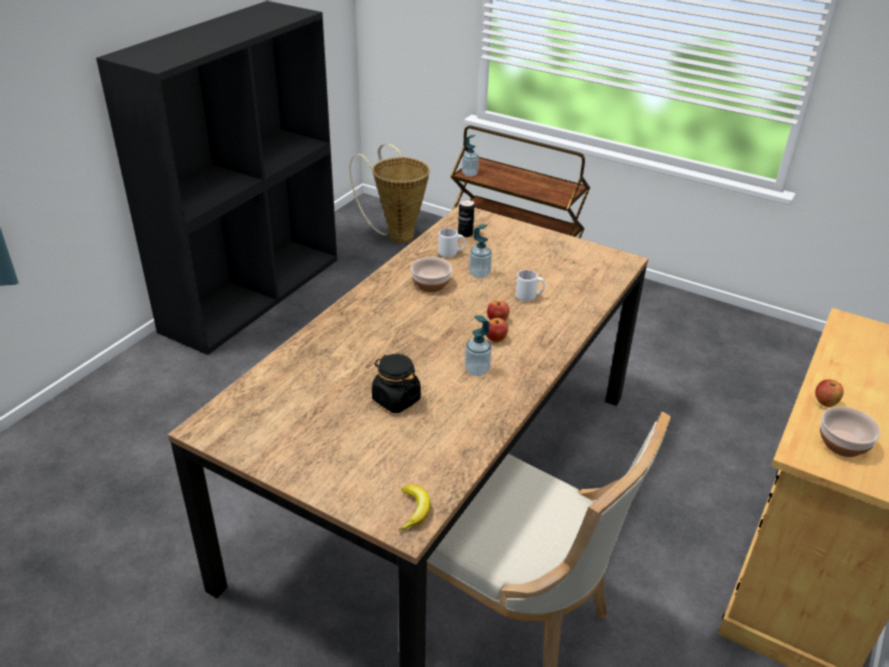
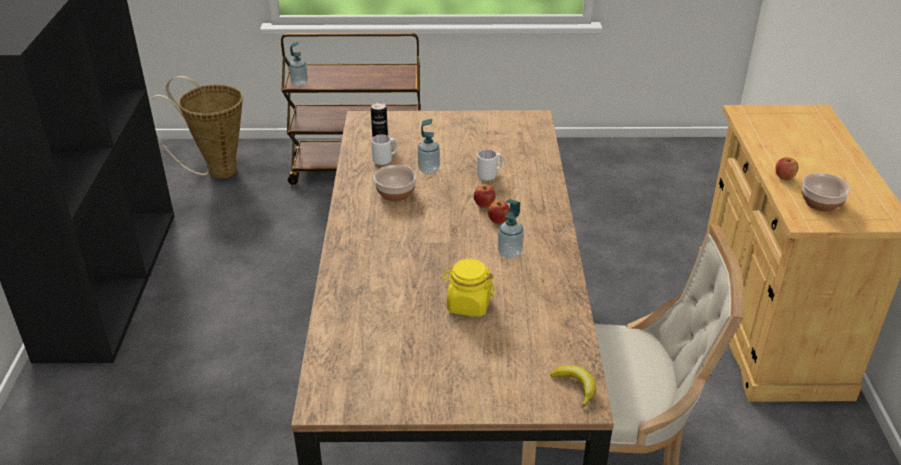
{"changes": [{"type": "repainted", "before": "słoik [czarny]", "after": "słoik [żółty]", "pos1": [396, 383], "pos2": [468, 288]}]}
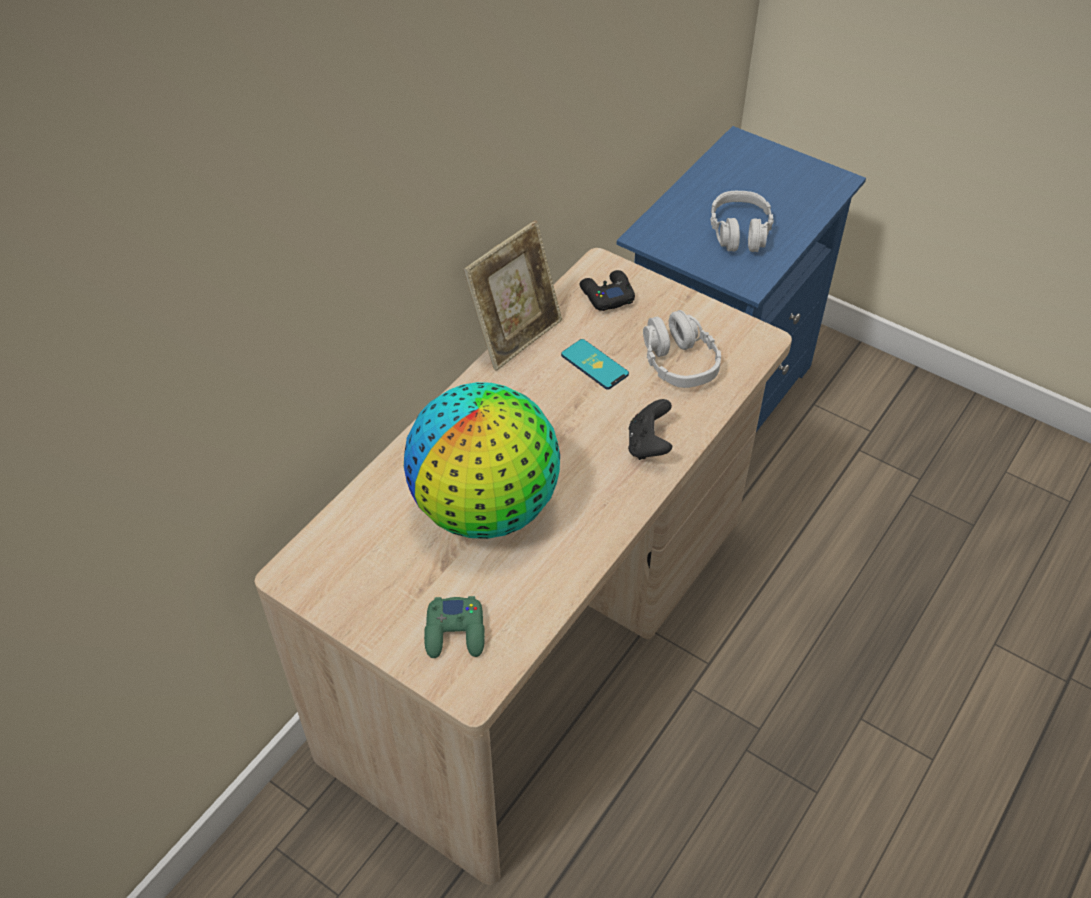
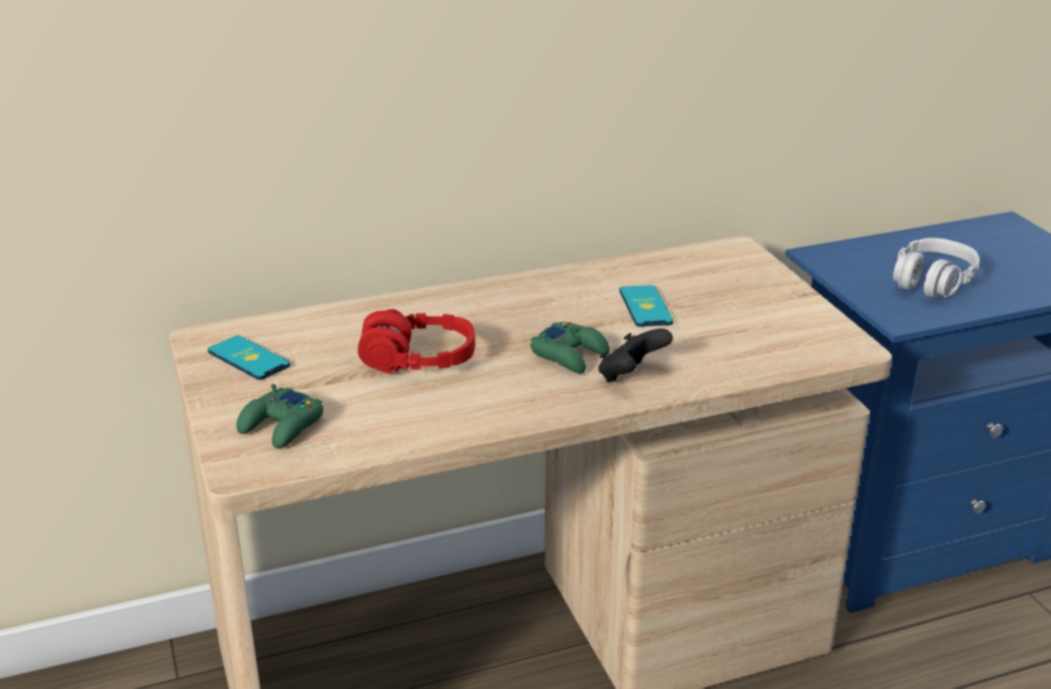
{"changes": [{"type": "swapped", "before": "globus", "after": "słuchawki [czerwony]", "pos1": [482, 460], "pos2": [416, 341]}, {"type": "gone", "before": "ramka na zdjęcie", "pos1": [513, 295]}, {"type": "gone", "before": "pad do gier [czarny]", "pos1": [607, 290]}, {"type": "gone", "before": "słuchawki [szary]", "pos1": [682, 349]}, {"type": "new", "after": "telefon", "pos2": [249, 358]}, {"type": "new", "after": "pad do gier [zielony]", "pos2": [570, 347]}]}
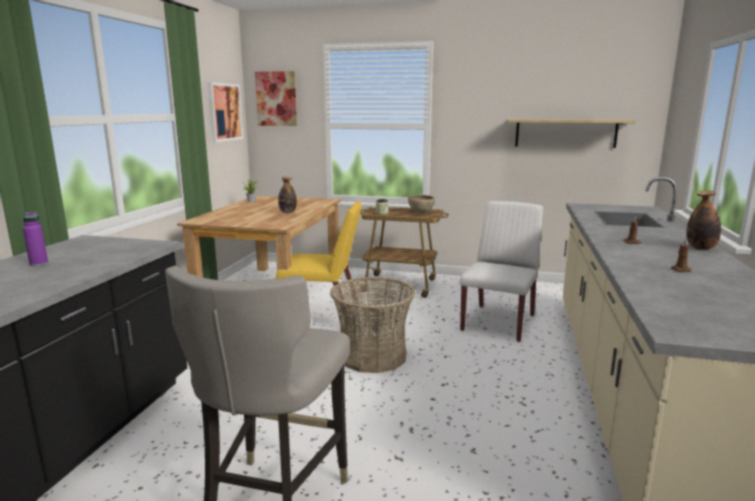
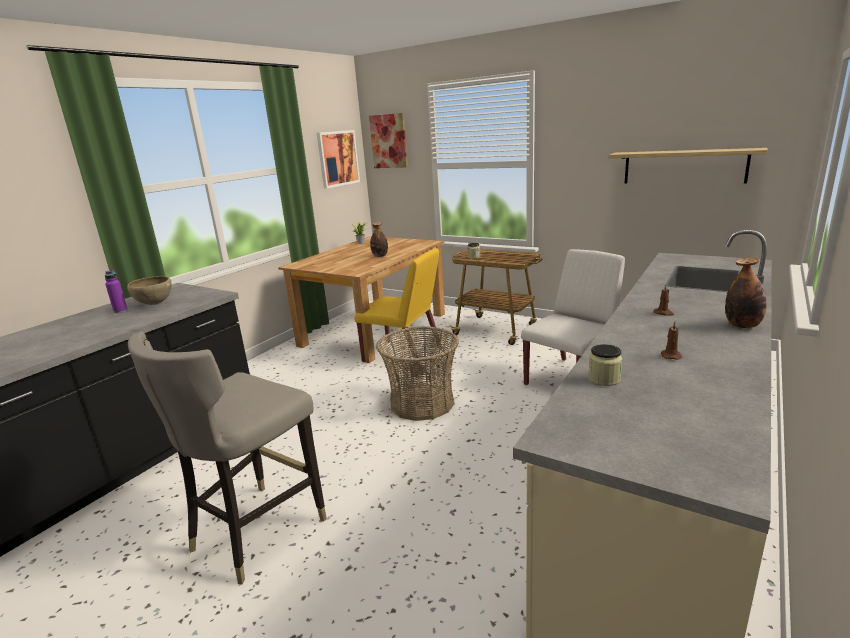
{"changes": [{"type": "shifted", "before": "miska [brązowy]", "pos1": [421, 204], "pos2": [149, 290]}, {"type": "new", "after": "słoik", "pos2": [605, 365]}]}
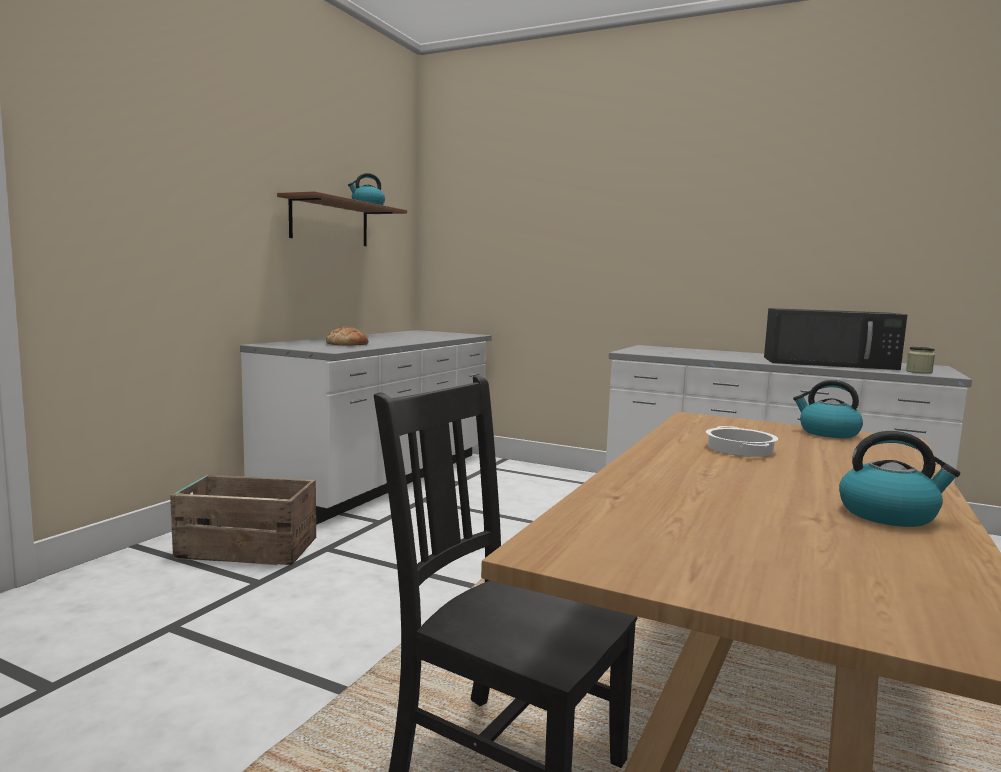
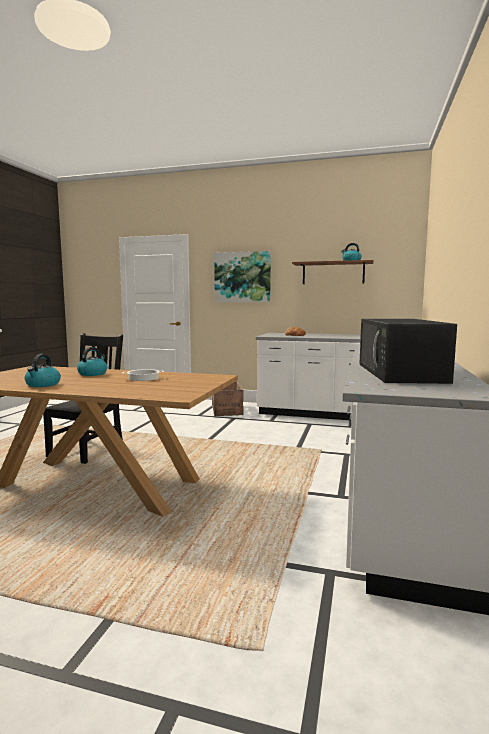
{"changes": [{"type": "shifted", "before": "czajnik", "pos1": [828, 409], "pos2": [92, 361]}, {"type": "gone", "before": "słoik", "pos1": [920, 360]}, {"type": "new", "after": "obraz", "pos2": [242, 276]}]}
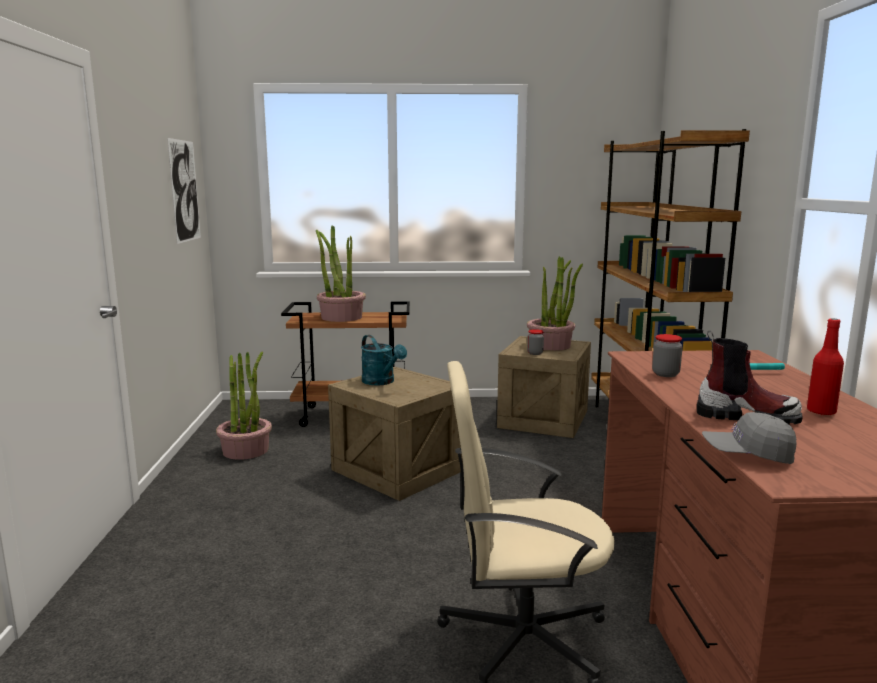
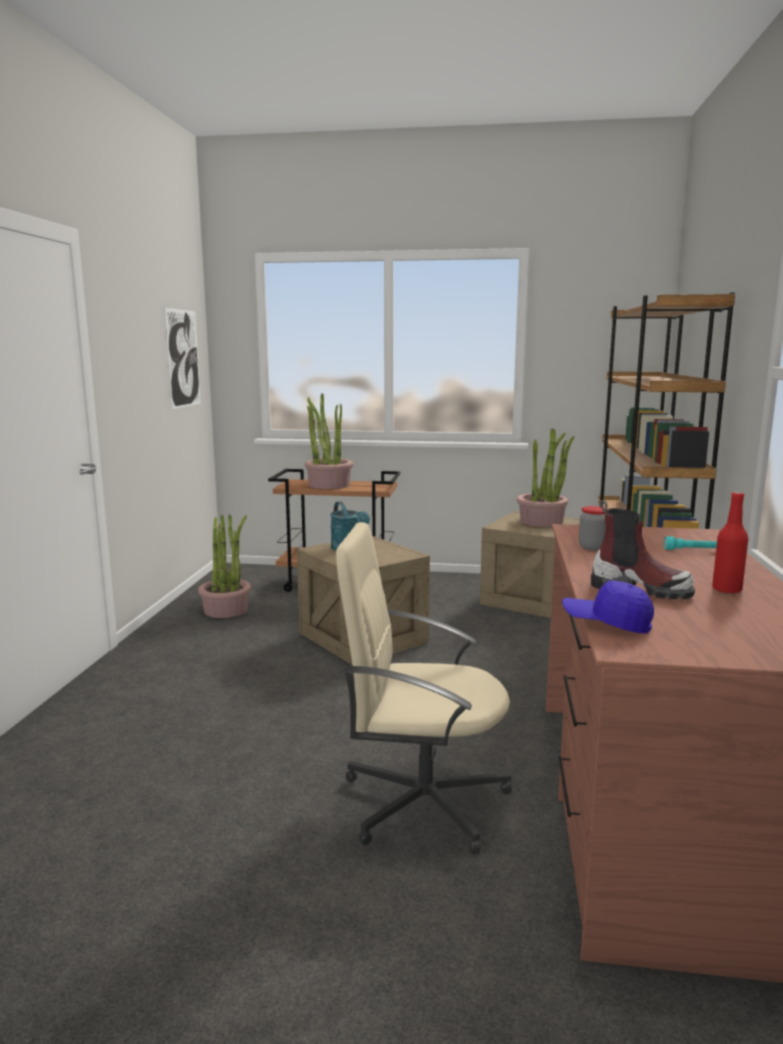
{"changes": [{"type": "gone", "before": "słoik", "pos1": [535, 342]}, {"type": "repainted", "before": "czapka z daszkiem [szary]", "after": "czapka z daszkiem [niebieski]", "pos1": [749, 438], "pos2": [608, 607]}]}
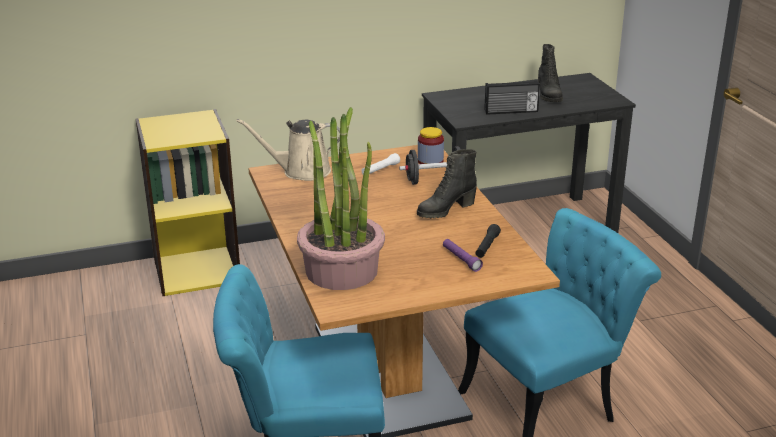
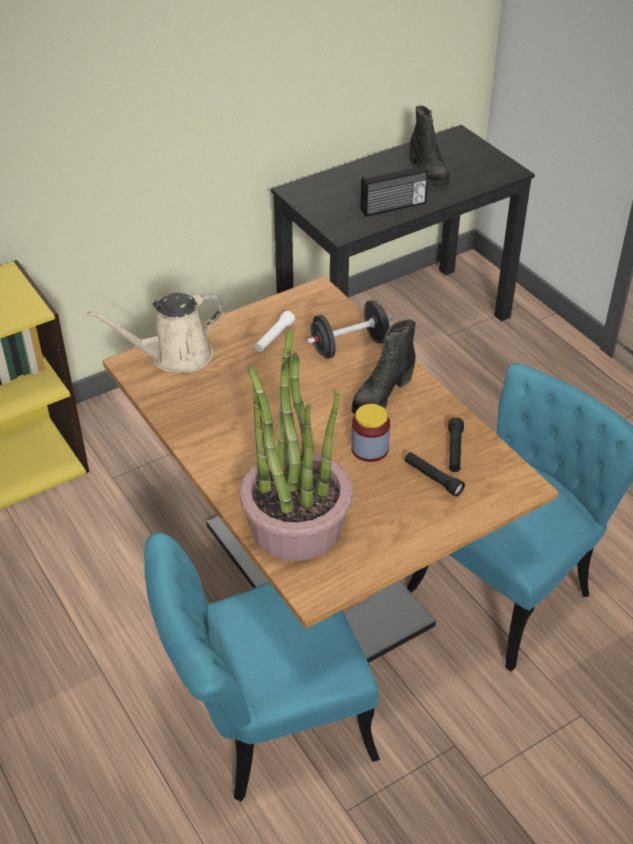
{"changes": [{"type": "shifted", "before": "słoik", "pos1": [431, 145], "pos2": [370, 433]}, {"type": "repainted", "before": "latarka [fioletowy]", "after": "latarka [czarny]", "pos1": [463, 255], "pos2": [435, 474]}]}
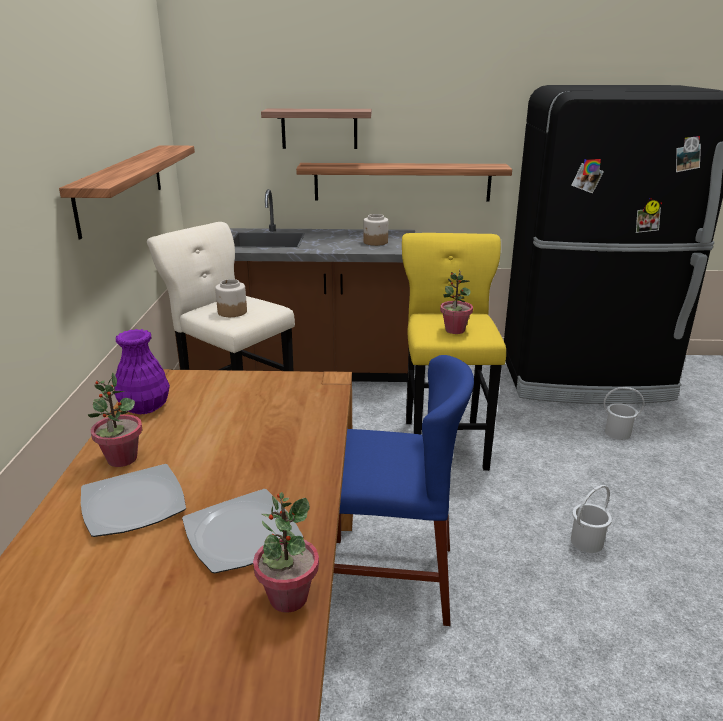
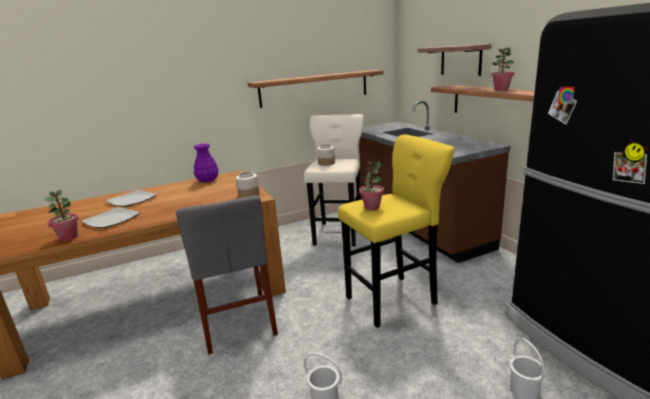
{"changes": [{"type": "shifted", "before": "roślina doniczkowa", "pos1": [115, 419], "pos2": [502, 69]}, {"type": "repainted", "before": "krzesło [niebieski]", "after": "krzesło [szary]", "pos1": [404, 490], "pos2": [227, 275]}, {"type": "shifted", "before": "słoik", "pos1": [375, 230], "pos2": [248, 184]}]}
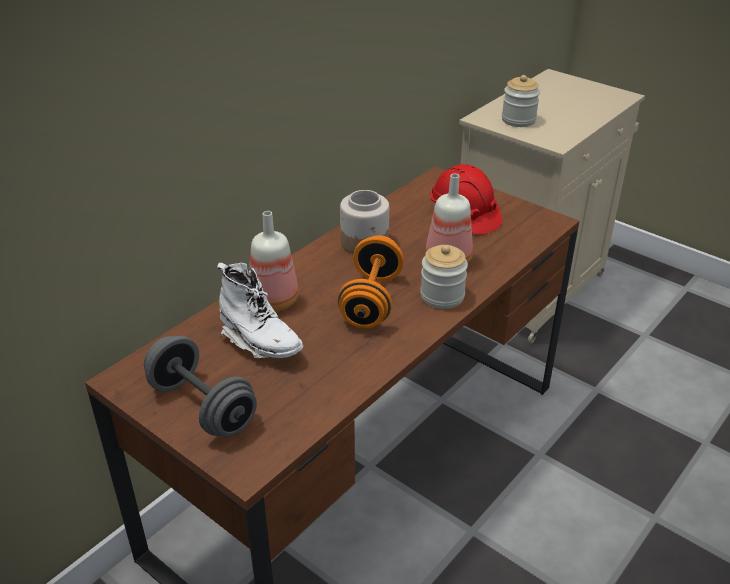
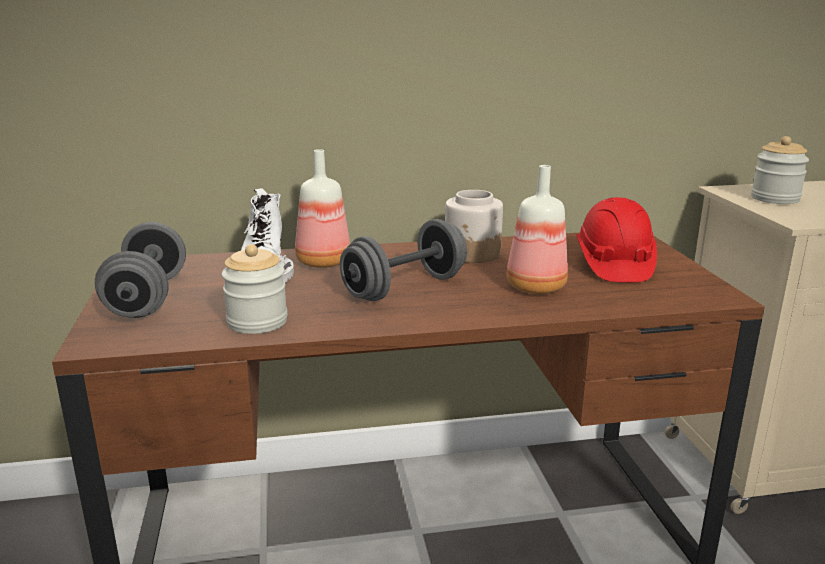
{"changes": [{"type": "repainted", "before": "hantel [pomarańczowy]", "after": "hantel [szary]", "pos1": [370, 281], "pos2": [403, 260]}, {"type": "shifted", "before": "słoik", "pos1": [444, 277], "pos2": [254, 289]}]}
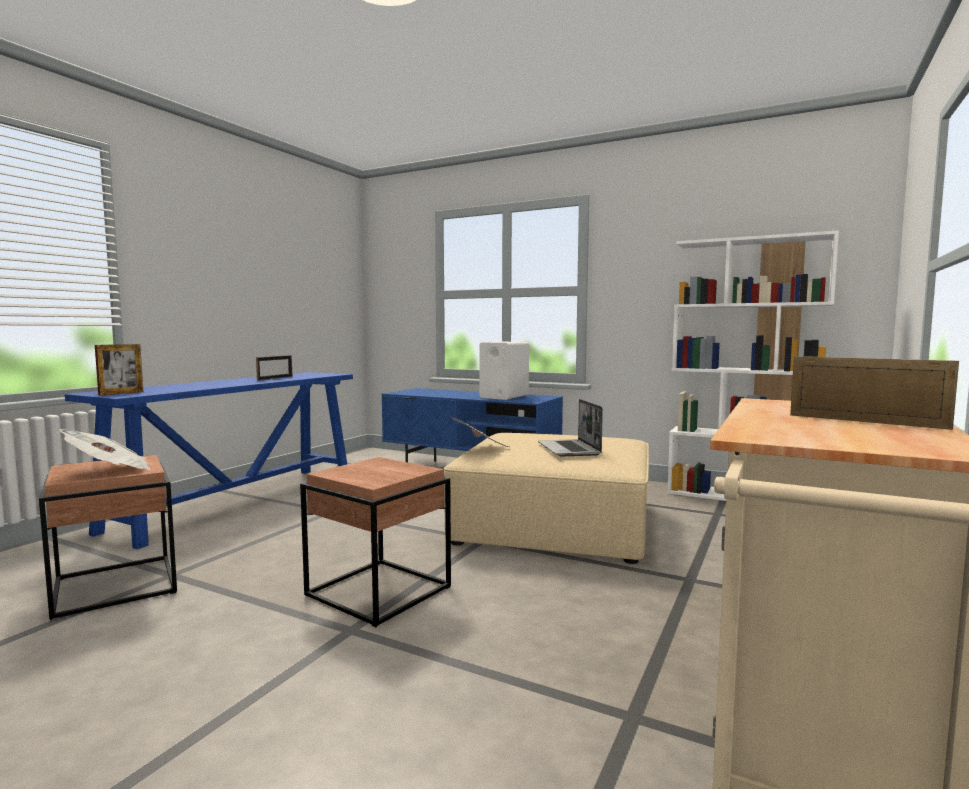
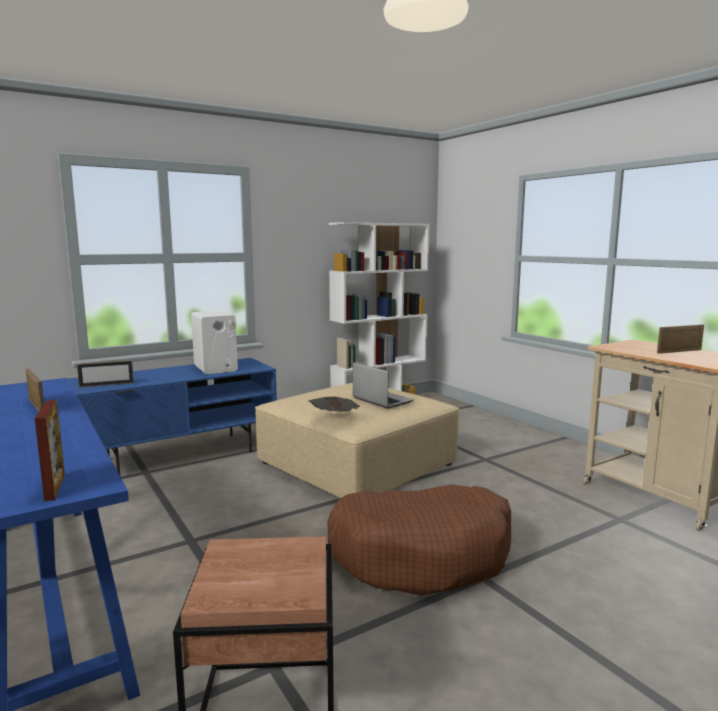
{"changes": [{"type": "gone", "before": "gazeta", "pos1": [105, 449]}, {"type": "swapped", "before": "stolik [brązowy]", "after": "legowisko [brązowy]", "pos1": [375, 542], "pos2": [419, 540]}, {"type": "rotated", "before": "laptop", "pos1": [570, 427], "pos2": [383, 385], "turn": -150}, {"type": "new", "after": "ramka na zdjęcie", "pos2": [105, 374]}]}
